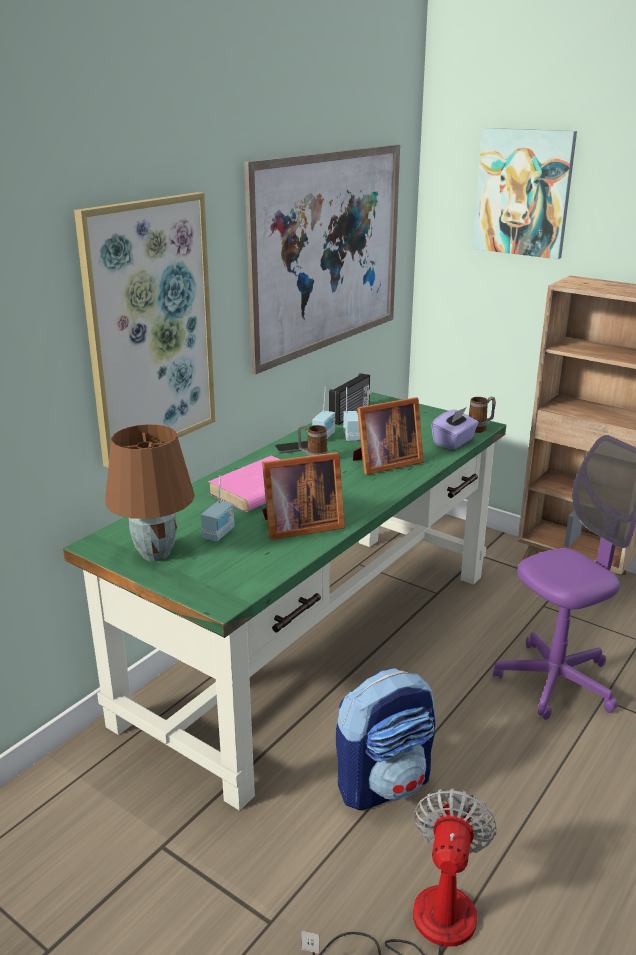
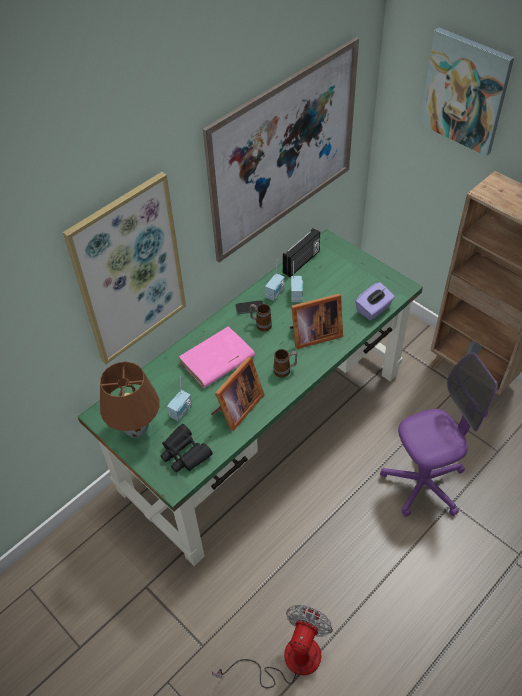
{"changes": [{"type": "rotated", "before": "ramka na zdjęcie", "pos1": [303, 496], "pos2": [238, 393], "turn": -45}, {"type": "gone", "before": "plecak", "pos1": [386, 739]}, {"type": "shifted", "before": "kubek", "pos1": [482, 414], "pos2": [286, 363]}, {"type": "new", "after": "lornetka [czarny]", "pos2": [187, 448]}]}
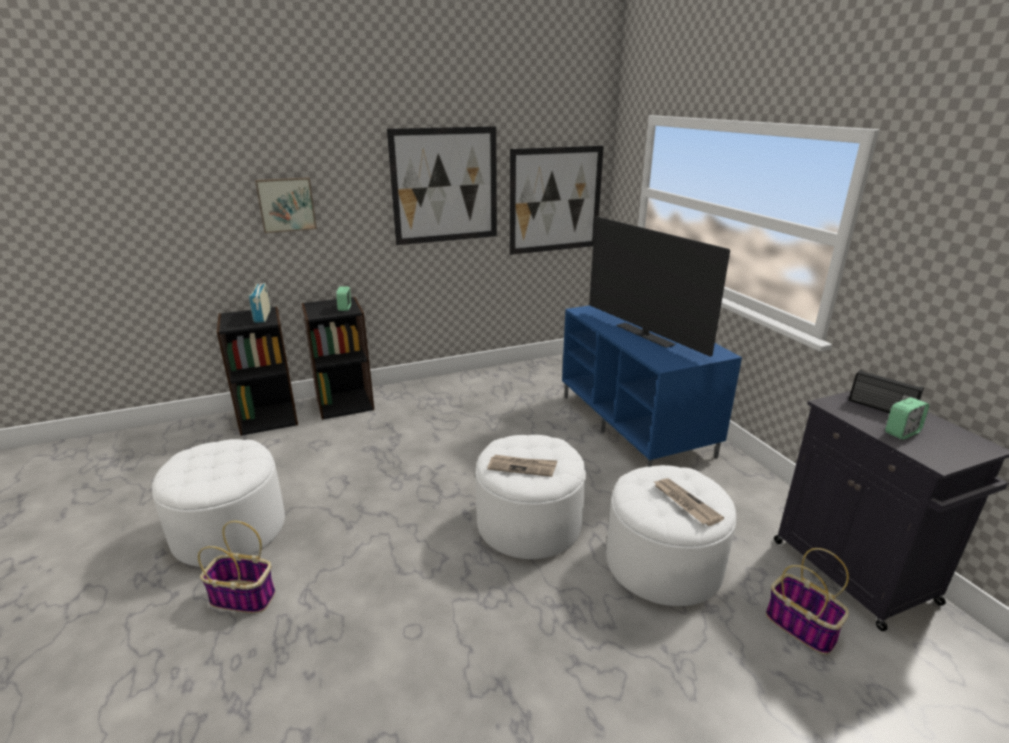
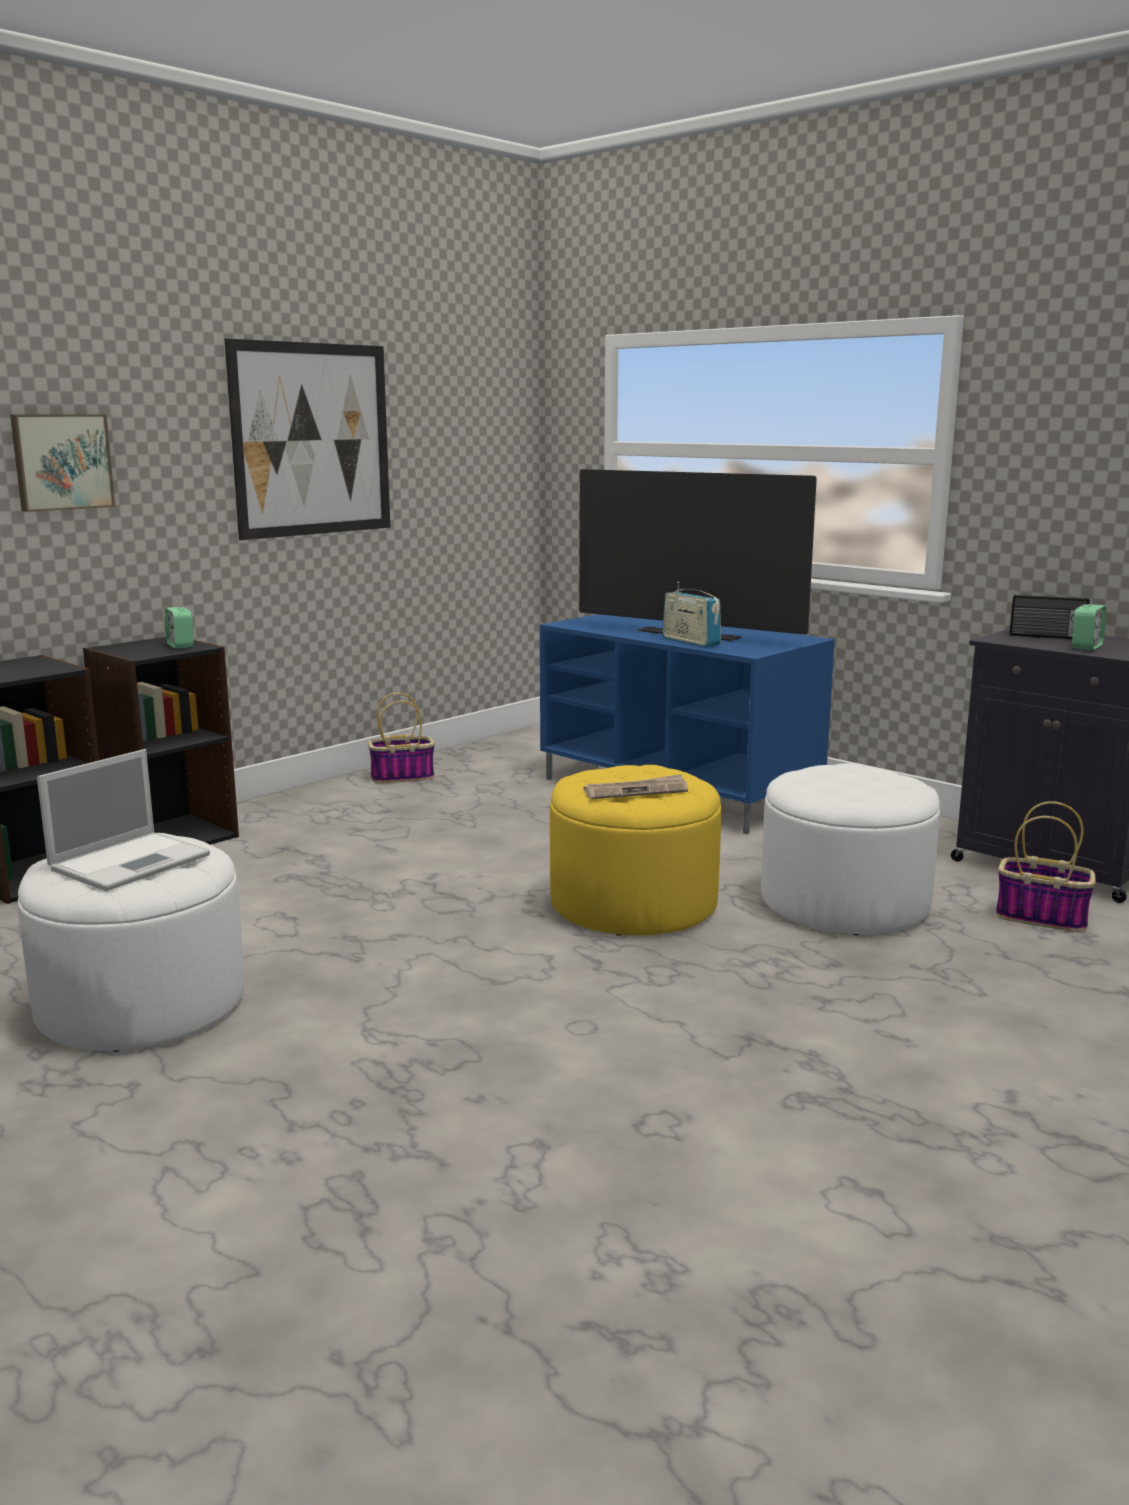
{"changes": [{"type": "shifted", "before": "koszyk", "pos1": [236, 567], "pos2": [401, 738]}, {"type": "shifted", "before": "radio", "pos1": [260, 300], "pos2": [691, 615]}, {"type": "repainted", "before": "pufa [biały]", "after": "pufa [żółty]", "pos1": [530, 497], "pos2": [635, 850]}, {"type": "gone", "before": "obraz", "pos1": [557, 200]}, {"type": "gone", "before": "gazeta", "pos1": [688, 502]}, {"type": "new", "after": "laptop", "pos2": [123, 820]}]}
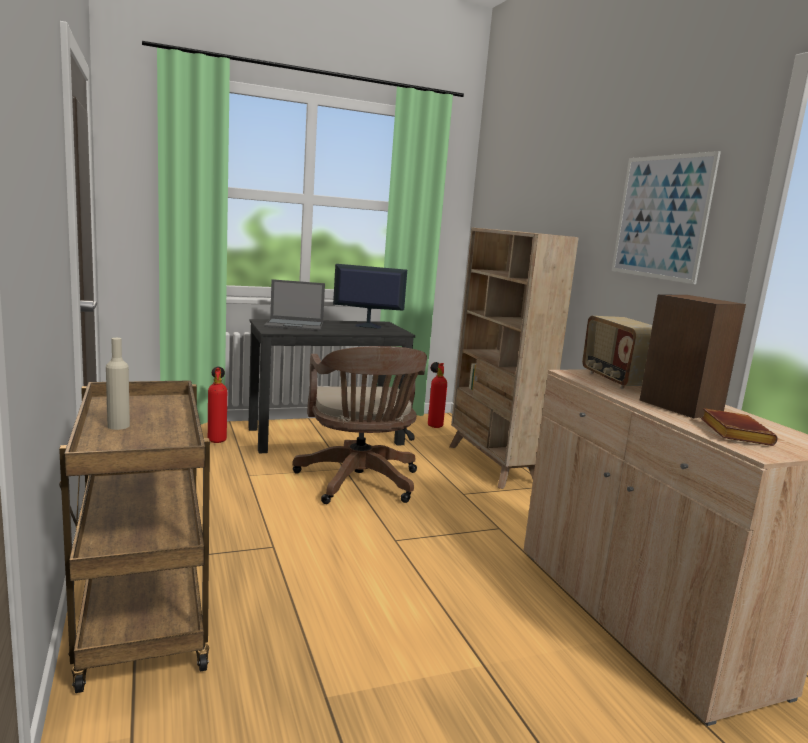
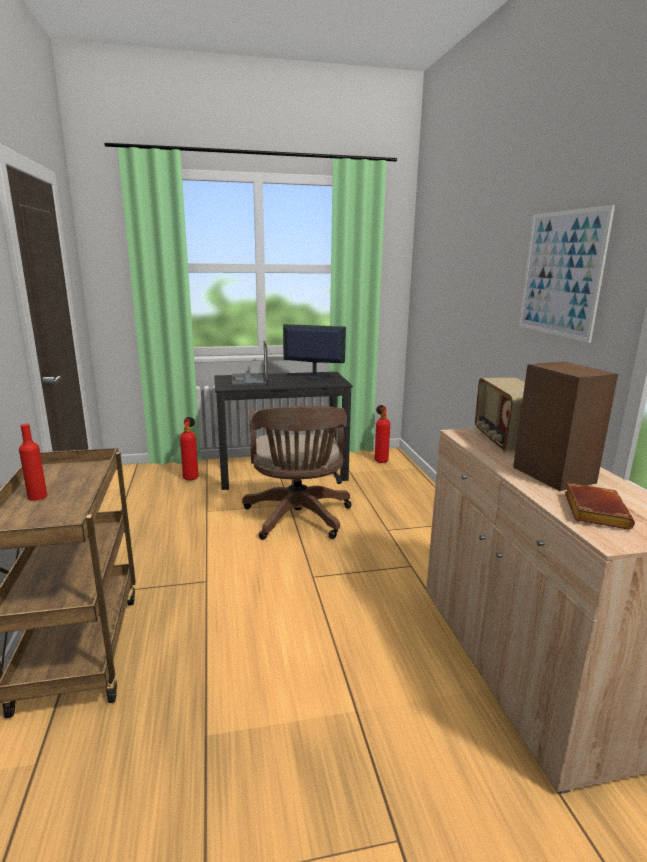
{"changes": [{"type": "repainted", "before": "butelka [beżowy]", "after": "butelka [czerwony]", "pos1": [118, 384], "pos2": [33, 462]}, {"type": "rotated", "before": "laptop", "pos1": [294, 305], "pos2": [250, 363], "turn": 75}, {"type": "gone", "before": "regał [beżowy]", "pos1": [514, 358]}]}
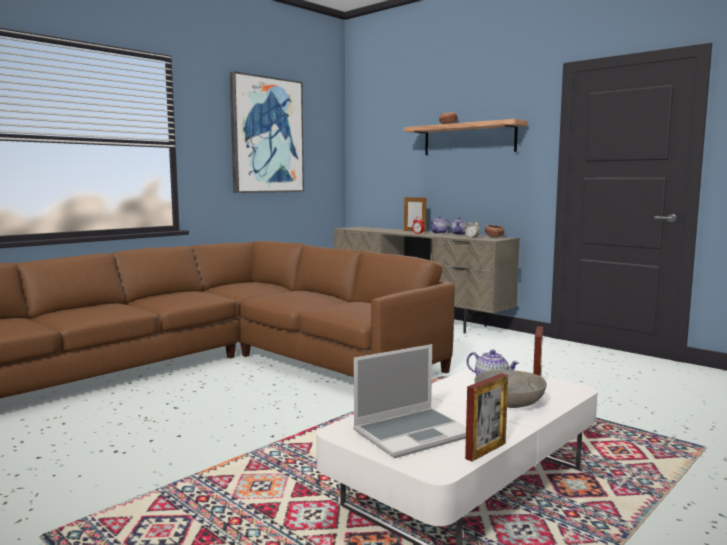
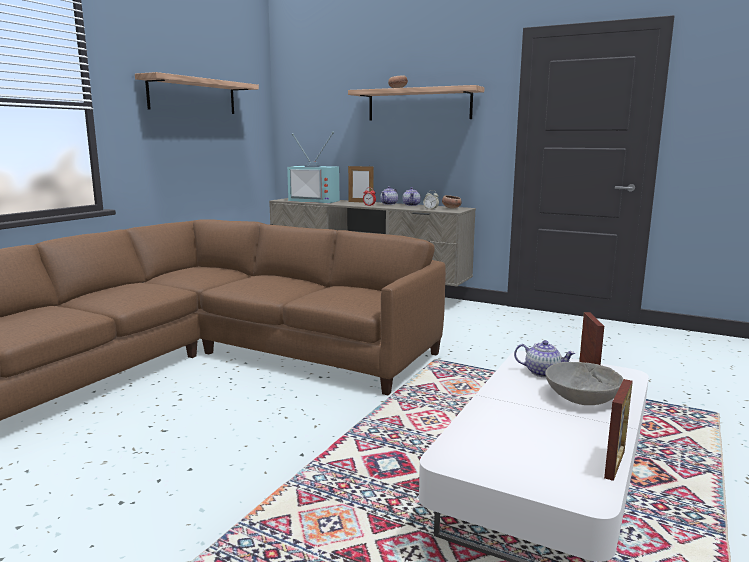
{"changes": [{"type": "swapped", "before": "obraz", "after": "półka", "pos1": [267, 132], "pos2": [197, 93]}, {"type": "gone", "before": "laptop", "pos1": [409, 401]}, {"type": "new", "after": "telewizor", "pos2": [313, 167]}]}
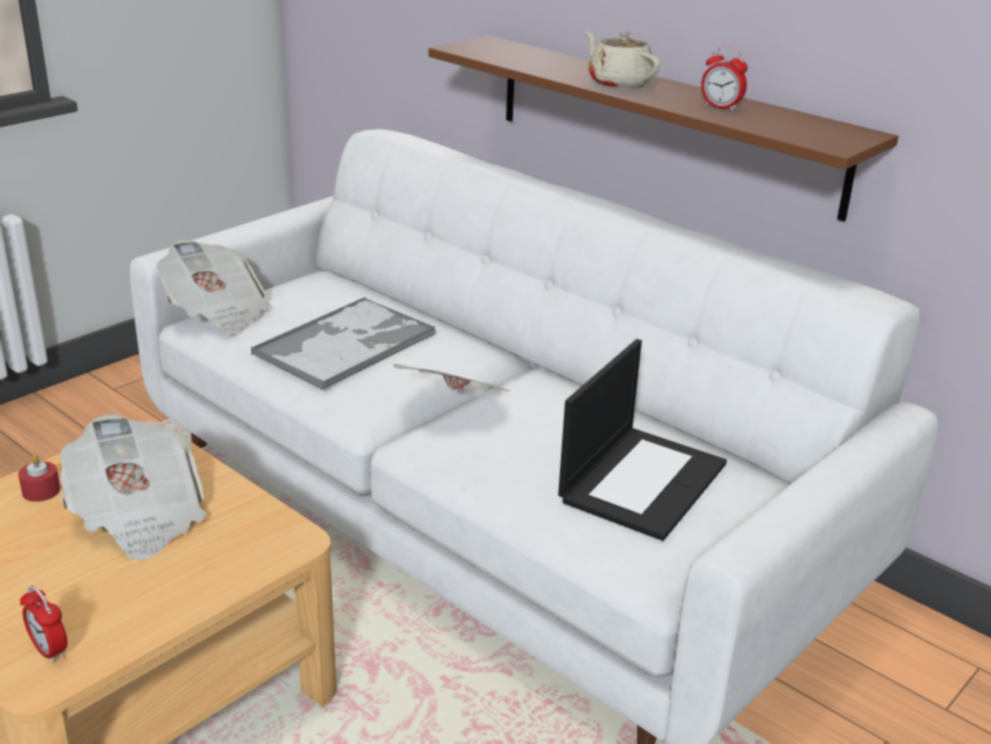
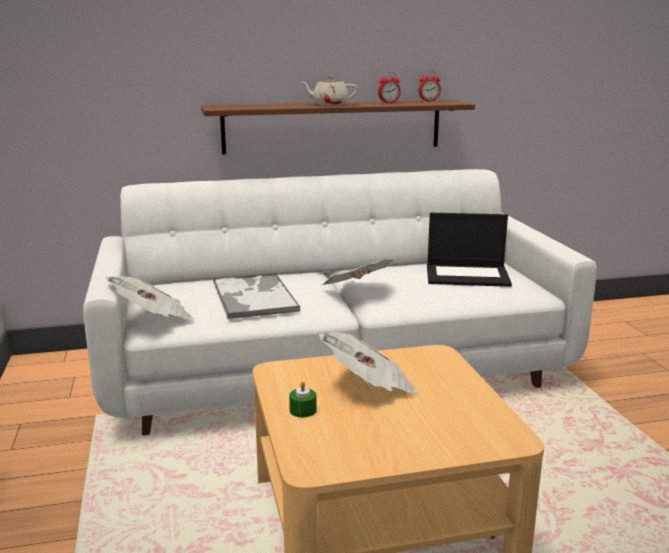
{"changes": [{"type": "repainted", "before": "świeca [czerwony]", "after": "świeca [zielony]", "pos1": [39, 478], "pos2": [303, 399]}, {"type": "shifted", "before": "budzik", "pos1": [43, 624], "pos2": [430, 86]}, {"type": "rotated", "before": "laptop", "pos1": [642, 440], "pos2": [469, 250], "turn": 120}]}
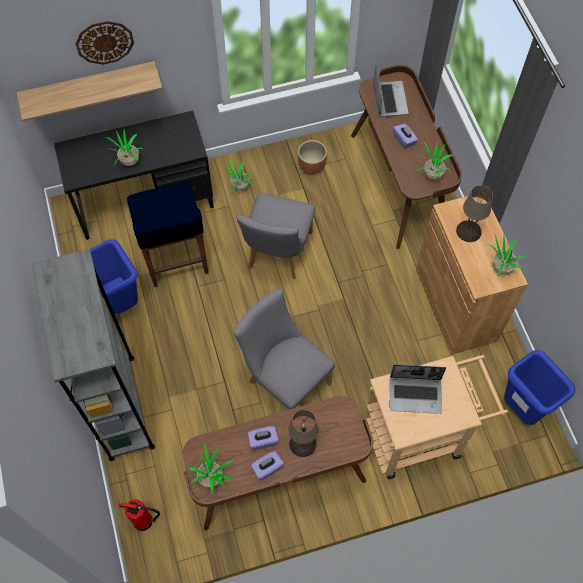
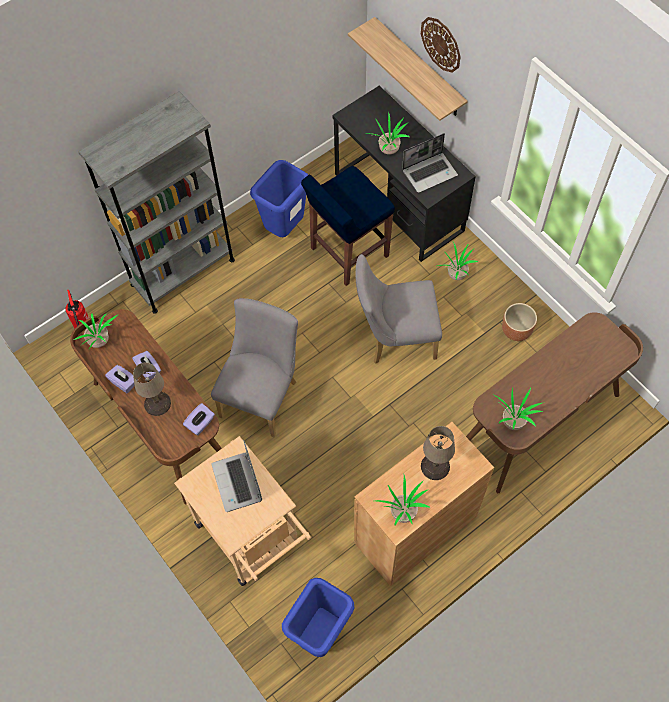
{"changes": [{"type": "shifted", "before": "laptop", "pos1": [391, 91], "pos2": [430, 163]}, {"type": "shifted", "before": "pudełko chusteczek [fioletowy]", "pos1": [405, 136], "pos2": [199, 419]}]}
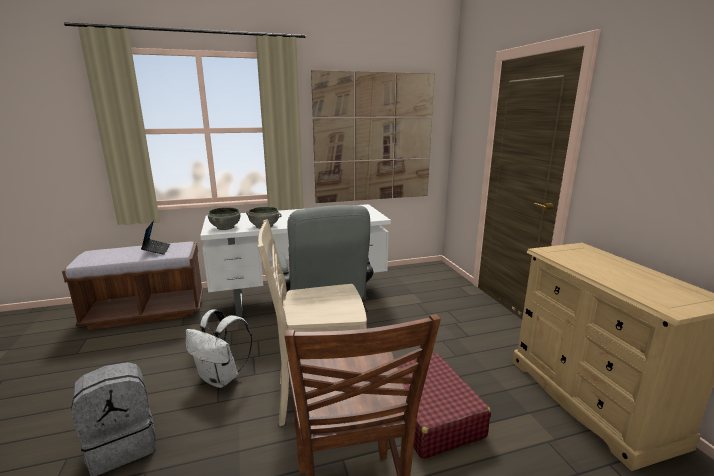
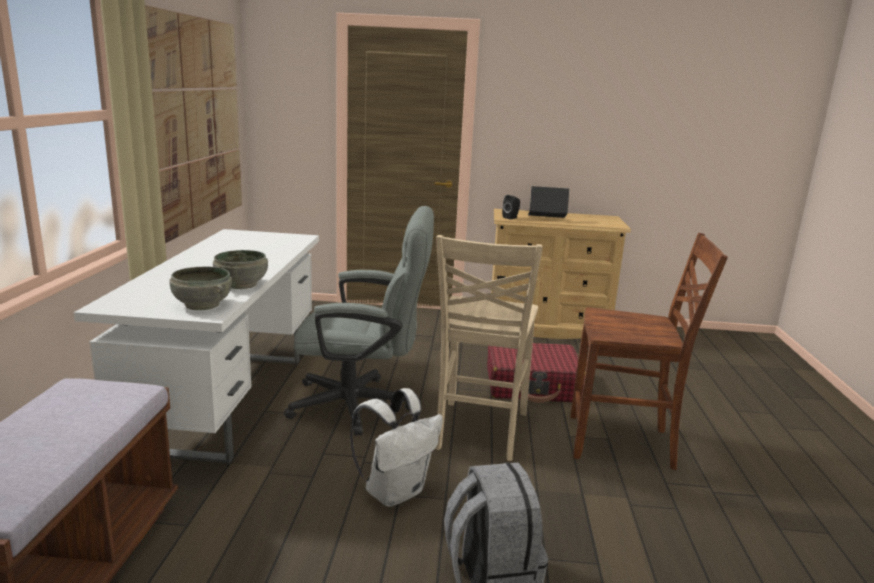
{"changes": [{"type": "shifted", "before": "laptop", "pos1": [155, 238], "pos2": [548, 202]}, {"type": "new", "after": "głośnik [czarny]", "pos2": [511, 207]}]}
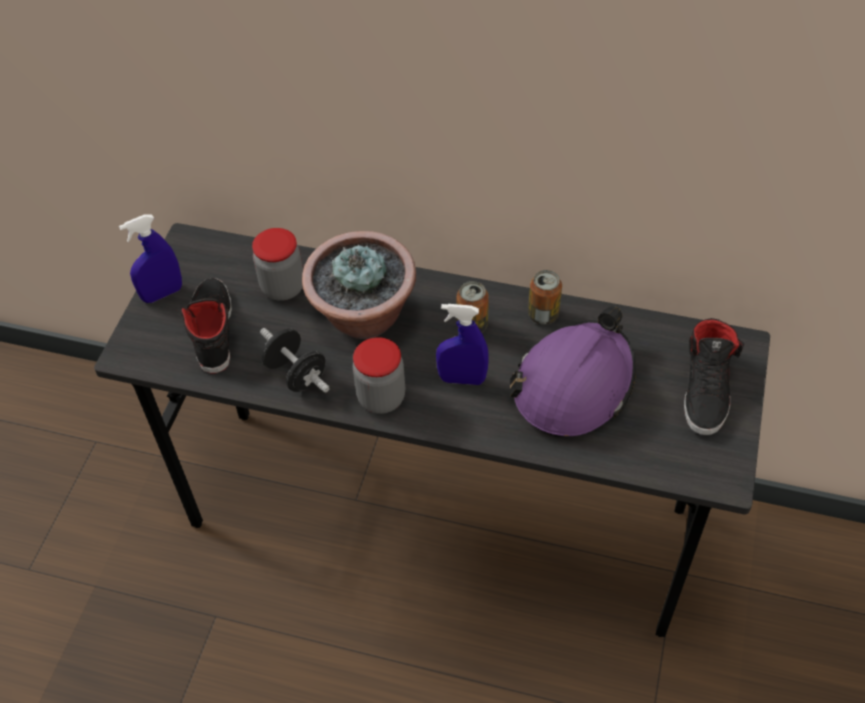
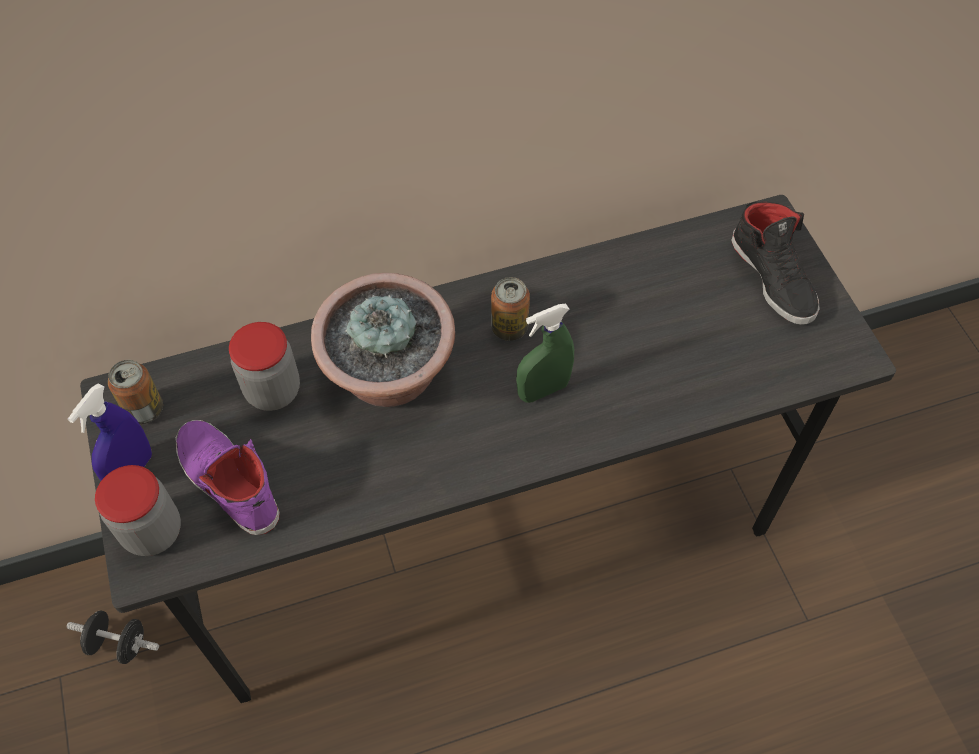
{"changes": [{"type": "repainted", "before": "but [czarny]", "after": "but [fioletowy]", "pos1": [205, 326], "pos2": [228, 477]}, {"type": "shifted", "before": "hantel [czarny]", "pos1": [295, 360], "pos2": [113, 637]}, {"type": "shifted", "before": "słoik", "pos1": [379, 375], "pos2": [138, 510]}, {"type": "repainted", "before": "spryskiwacz [niebieski]", "after": "spryskiwacz [zielony]", "pos1": [462, 344], "pos2": [545, 353]}, {"type": "gone", "before": "kask [fioletowy]", "pos1": [573, 371]}, {"type": "shifted", "before": "puszka", "pos1": [545, 297], "pos2": [135, 392]}]}
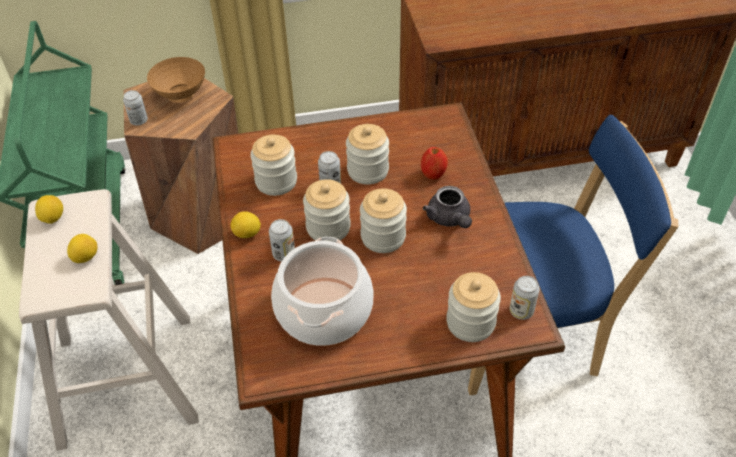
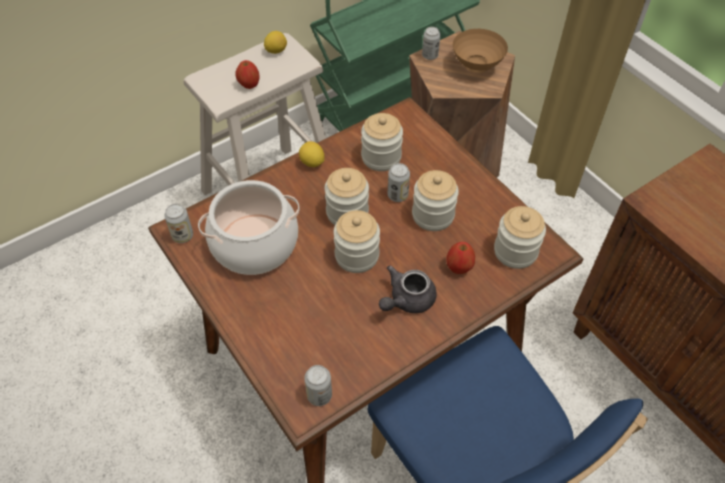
{"changes": [{"type": "swapped", "before": "cytryna", "after": "jabłko", "pos1": [82, 248], "pos2": [247, 74]}, {"type": "shifted", "before": "puszka", "pos1": [282, 240], "pos2": [178, 223]}, {"type": "shifted", "before": "słoik", "pos1": [473, 307], "pos2": [520, 237]}]}
